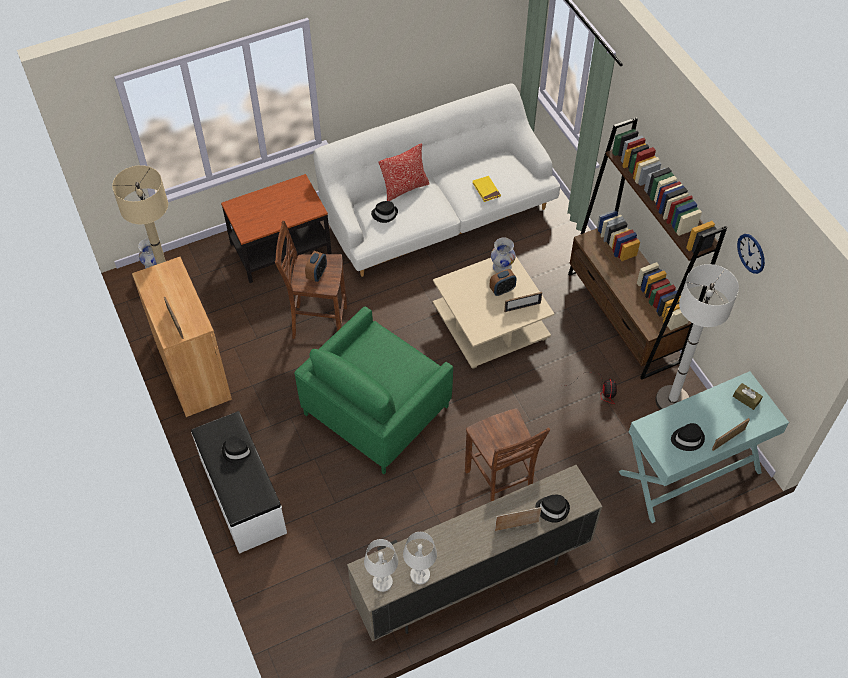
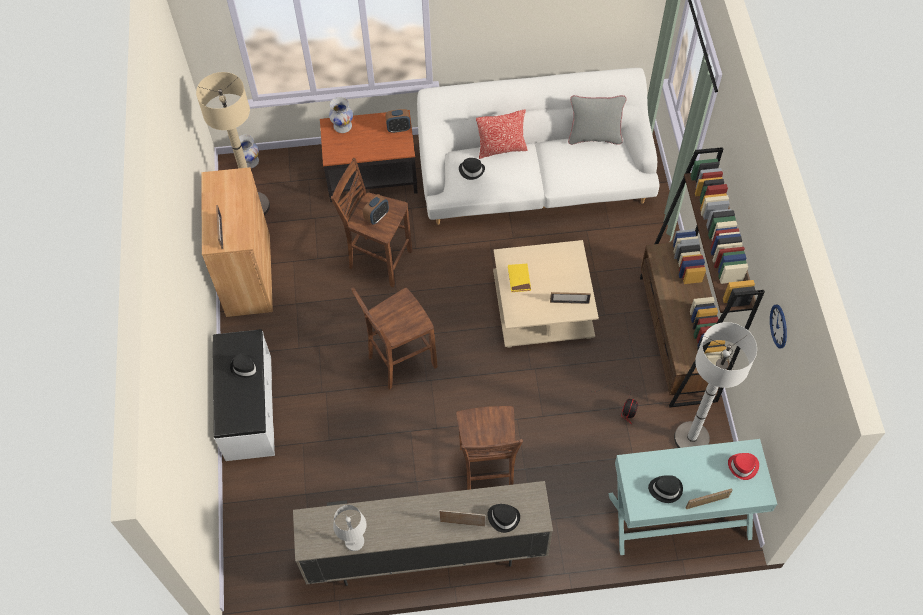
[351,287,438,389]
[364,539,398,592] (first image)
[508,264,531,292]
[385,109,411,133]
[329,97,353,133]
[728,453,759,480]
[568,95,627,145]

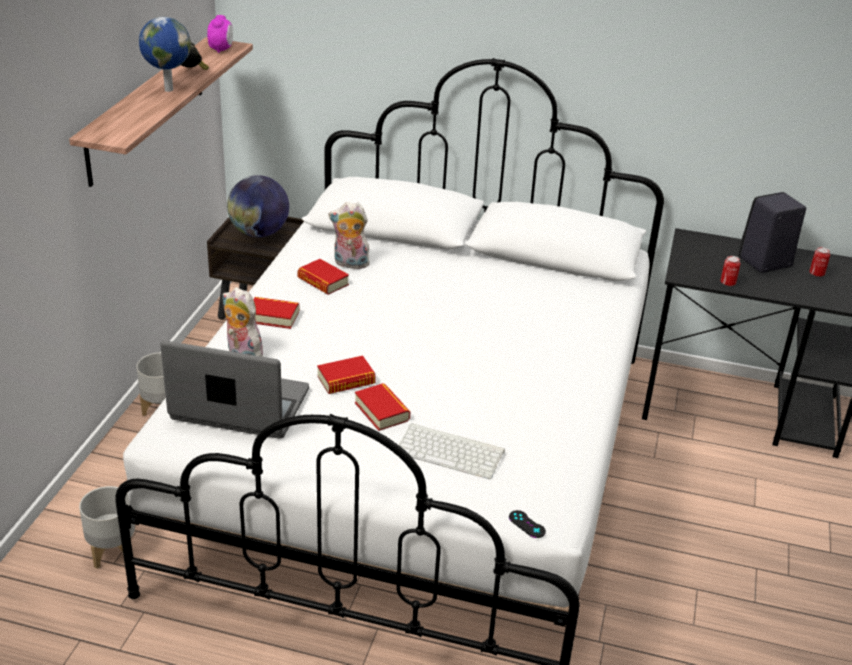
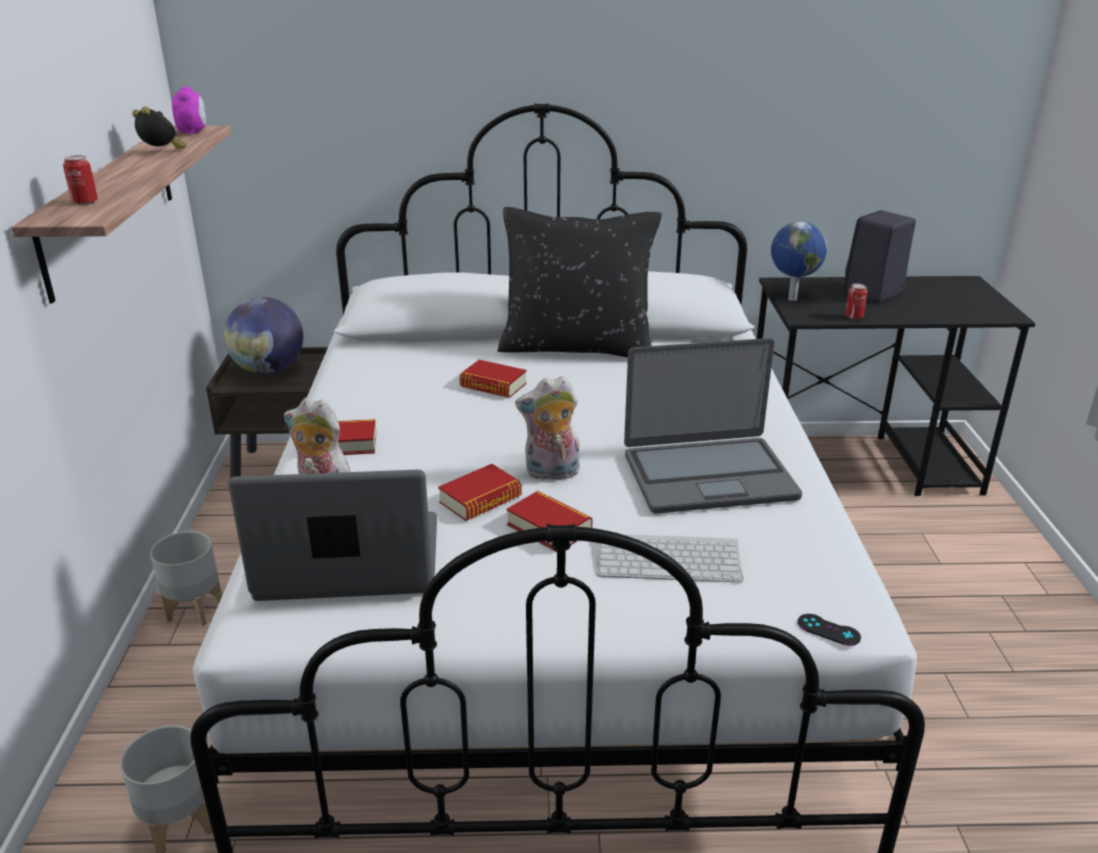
[771,222,827,301]
[460,360,527,398]
[515,376,580,480]
[63,155,98,205]
[498,207,662,357]
[624,338,802,514]

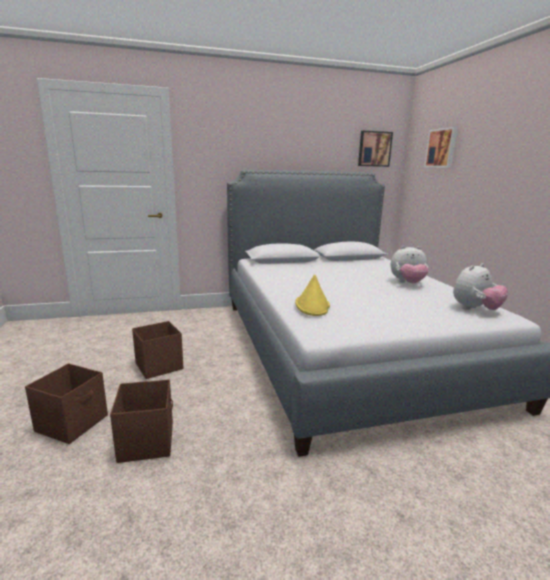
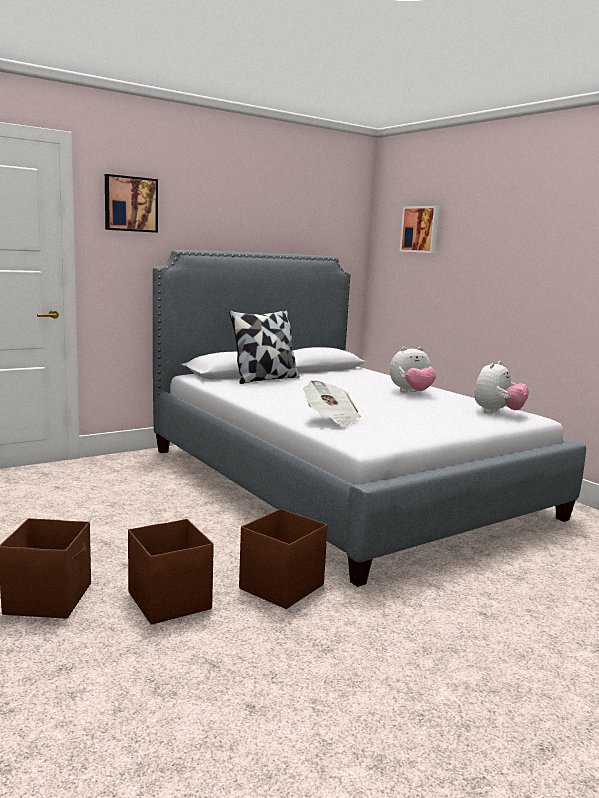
[239,509,328,609]
[303,380,361,426]
[105,174,158,233]
[229,310,300,384]

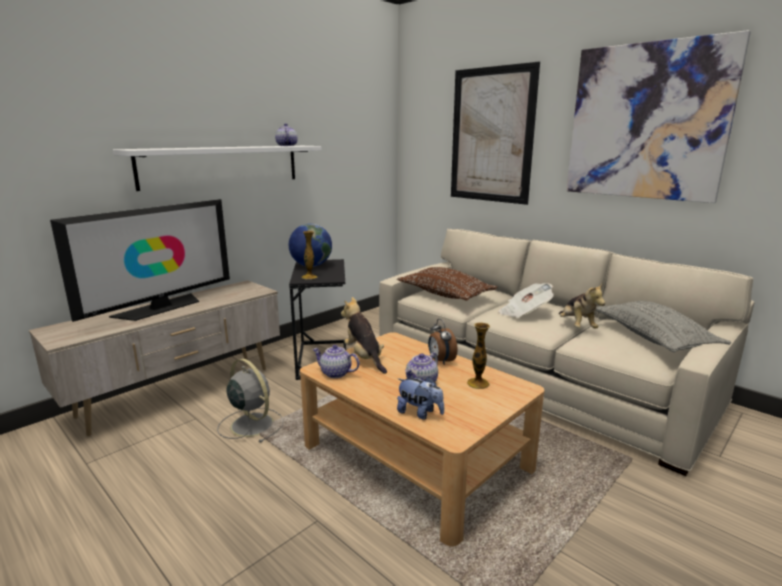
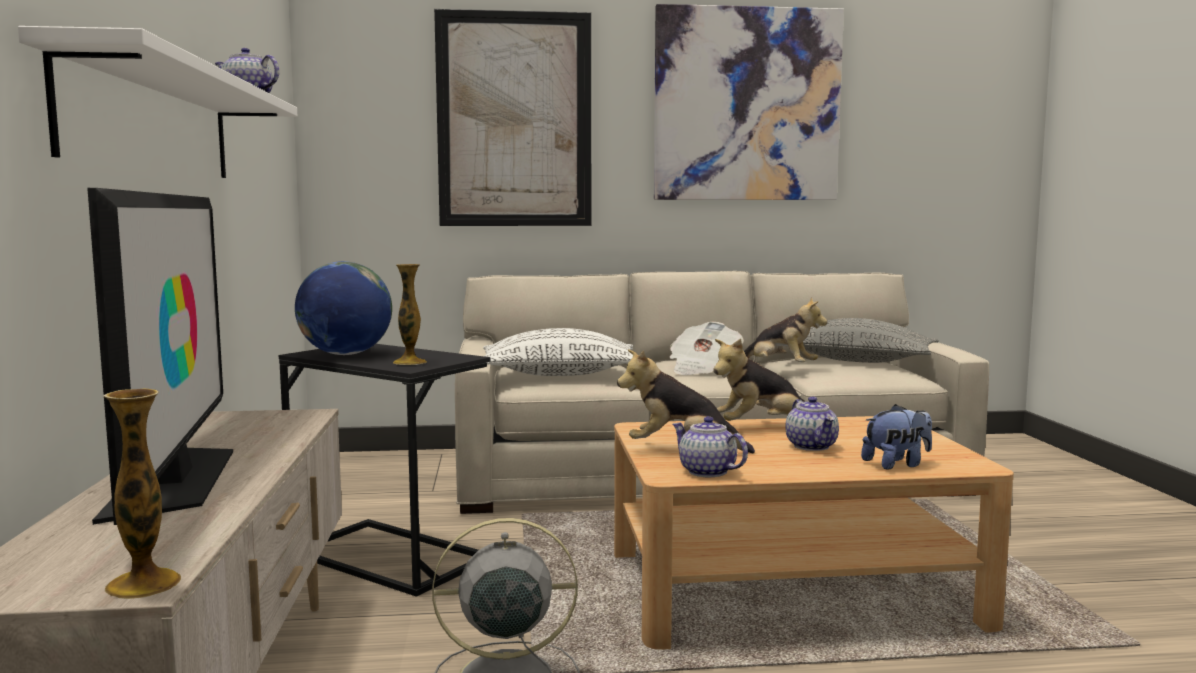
[672,416,748,477]
[483,328,633,376]
[713,339,805,421]
[104,388,182,599]

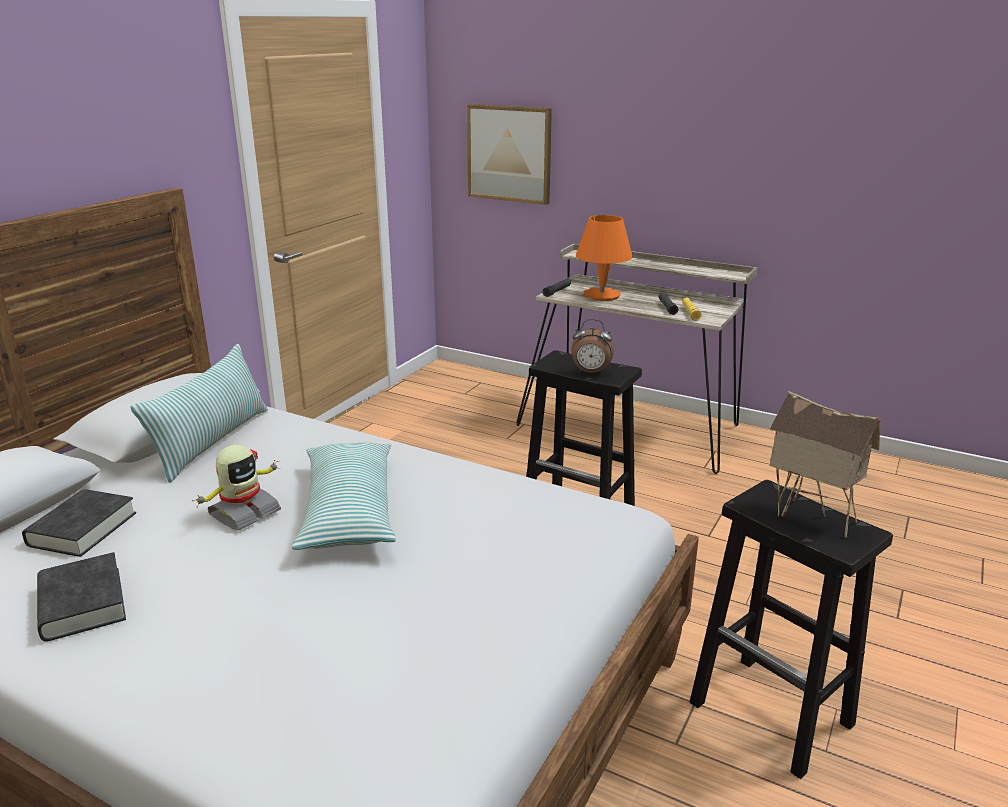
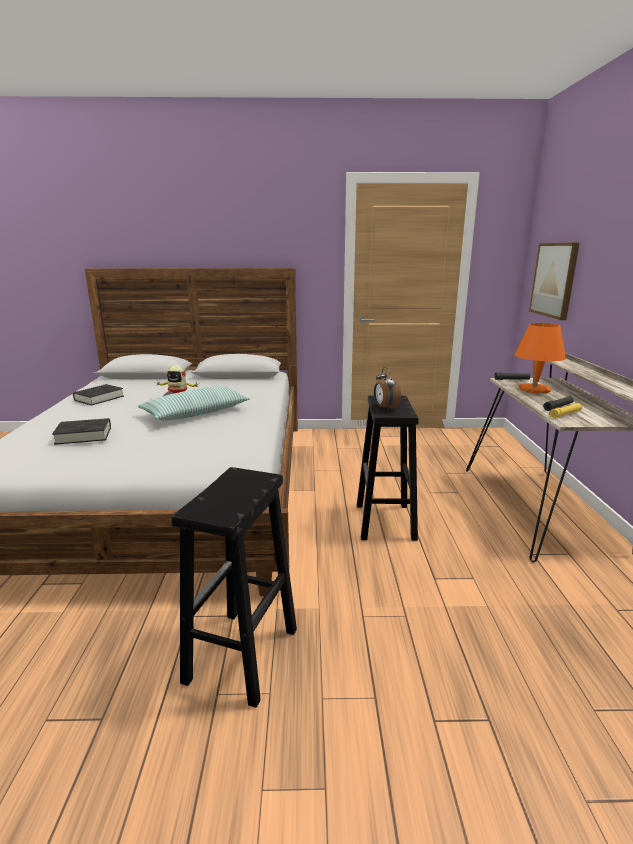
[52,418,111,445]
[130,344,268,483] (first image)
[769,391,881,537] (first image)

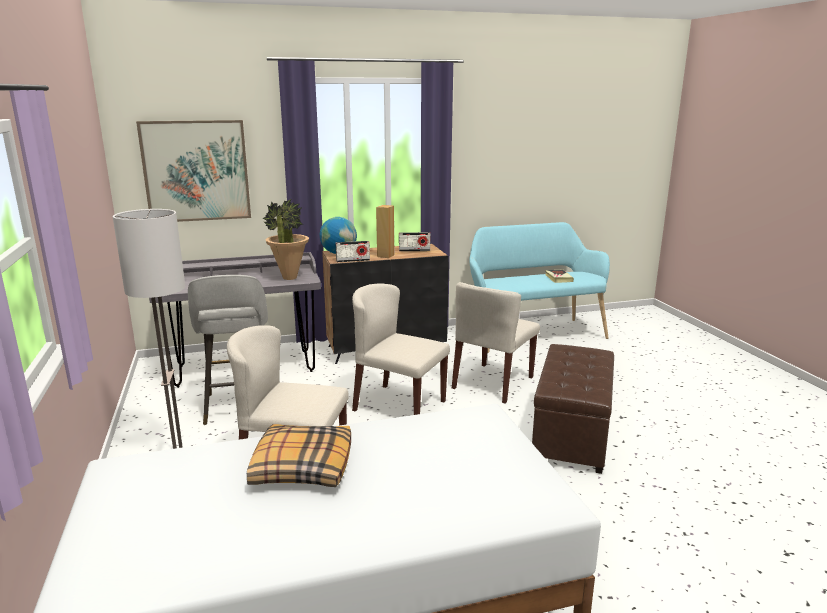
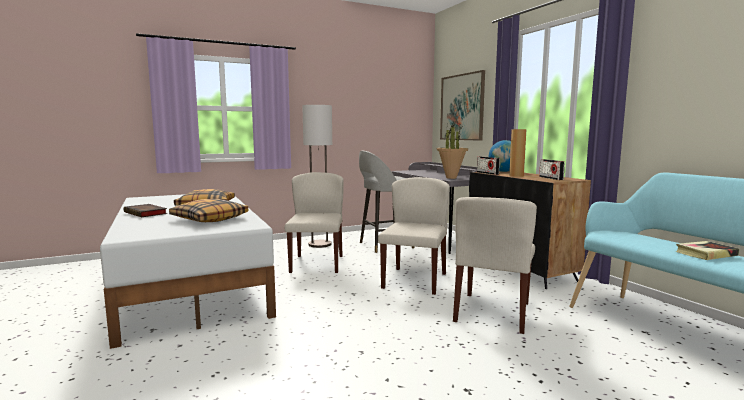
[453,197,537,334]
[532,344,614,474] (first image)
[124,204,167,217]
[169,199,248,222]

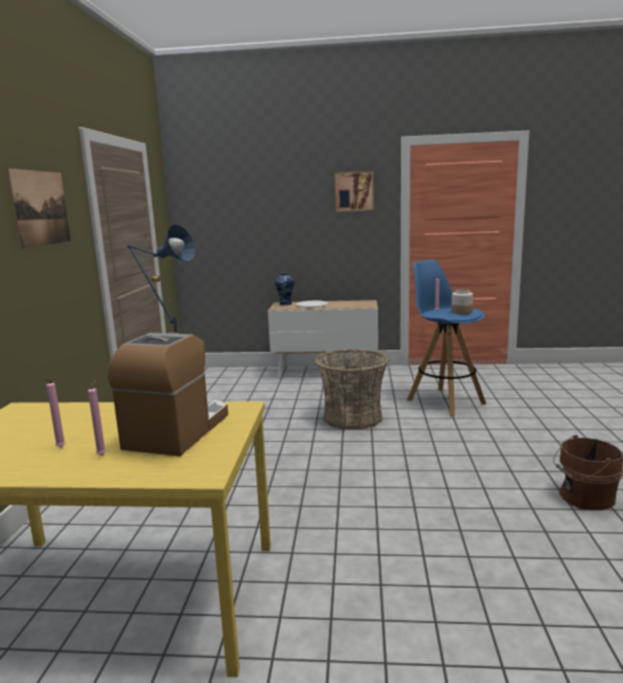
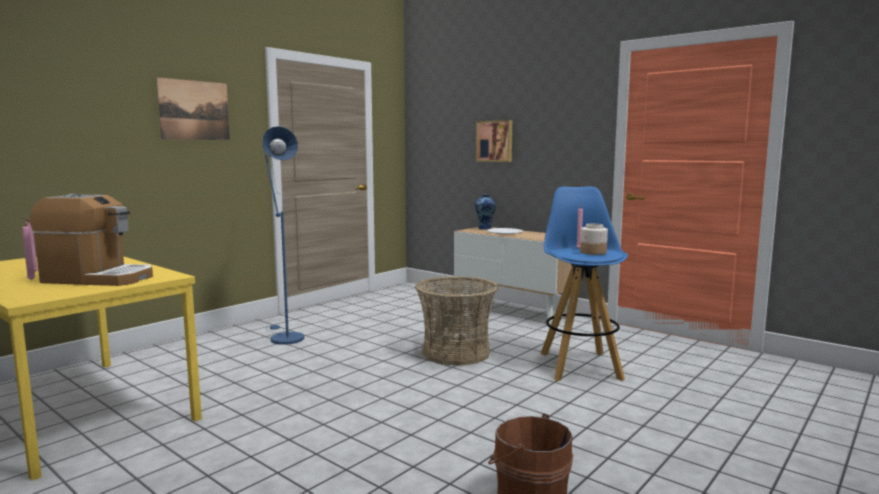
[30,194,153,286]
[476,120,512,162]

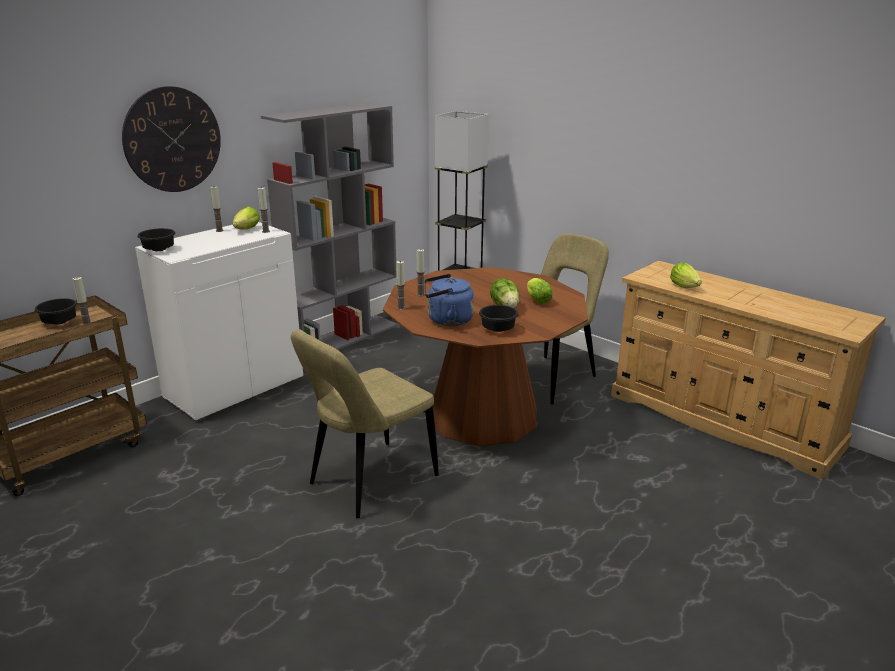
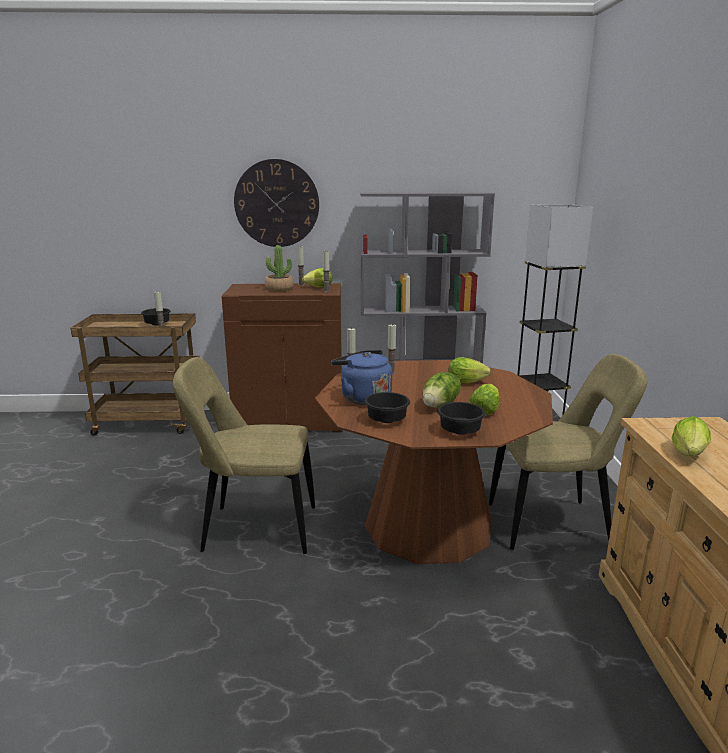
[221,283,342,432]
[437,402,486,435]
[265,245,294,291]
[448,357,491,384]

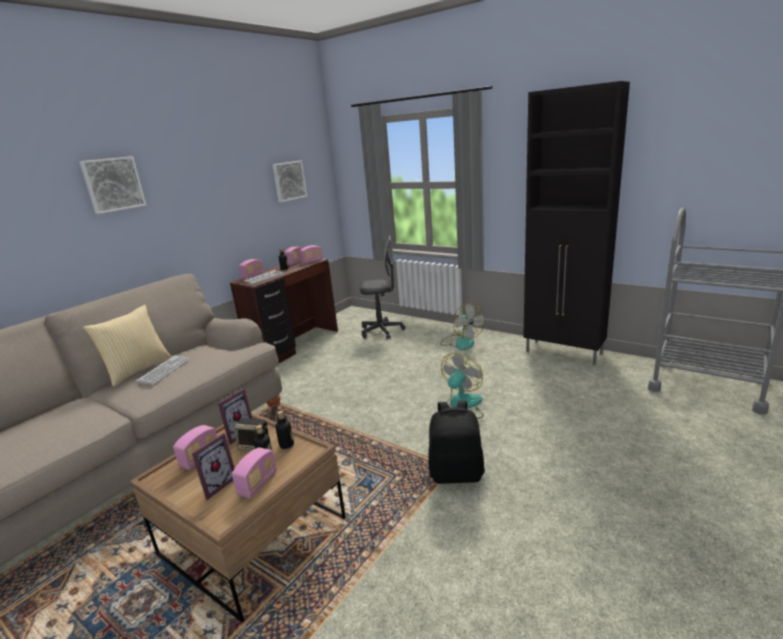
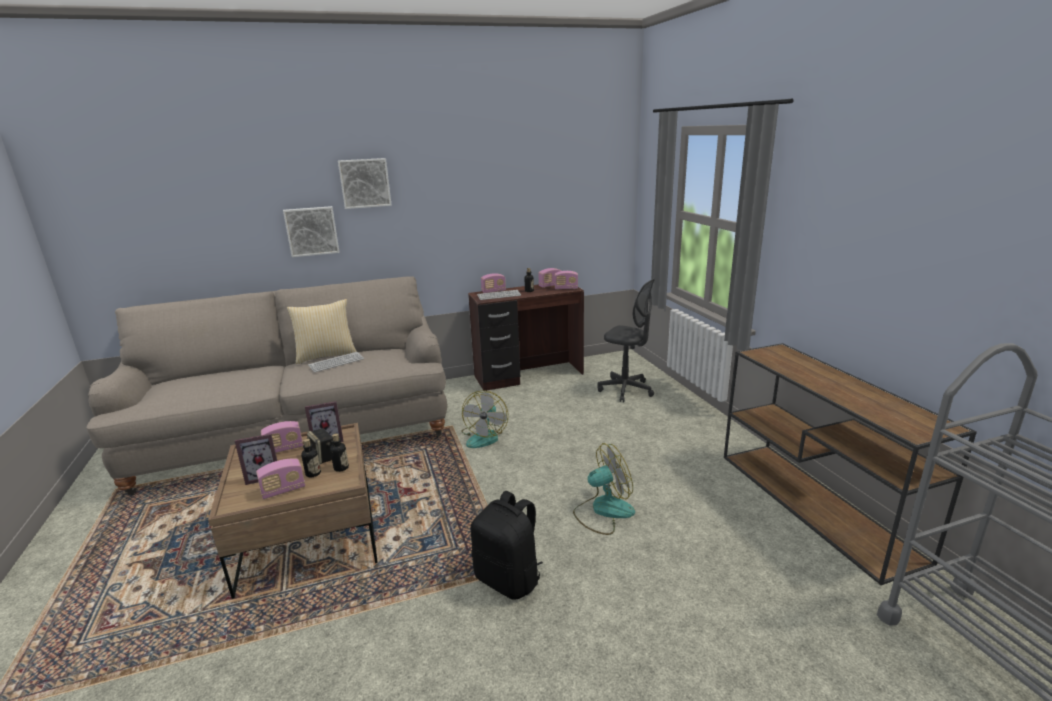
[283,206,340,257]
[462,390,508,448]
[724,343,977,585]

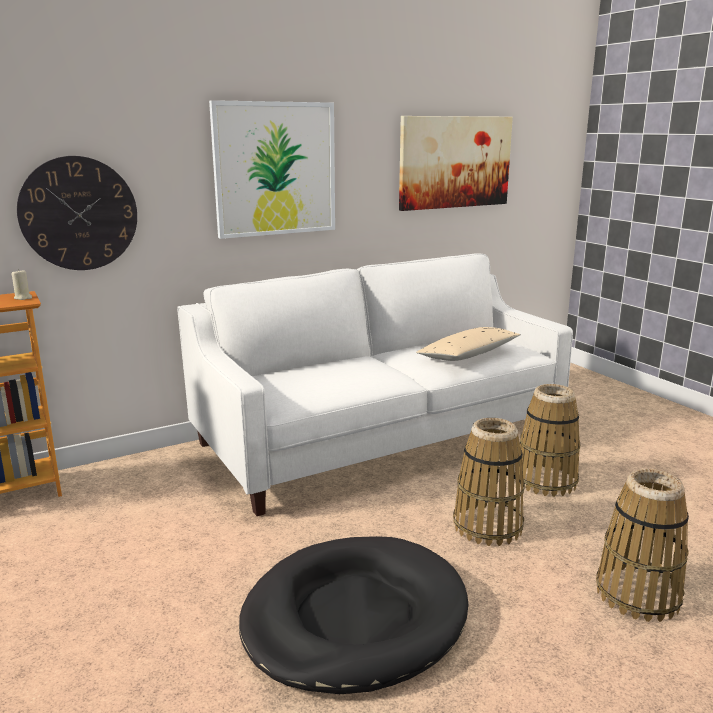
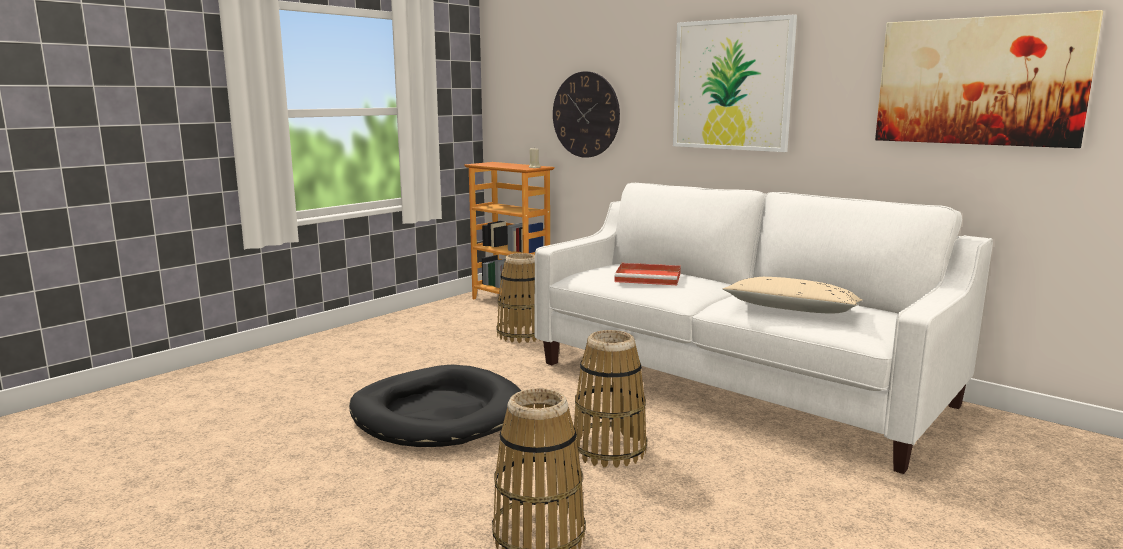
[497,253,540,343]
[614,263,681,285]

